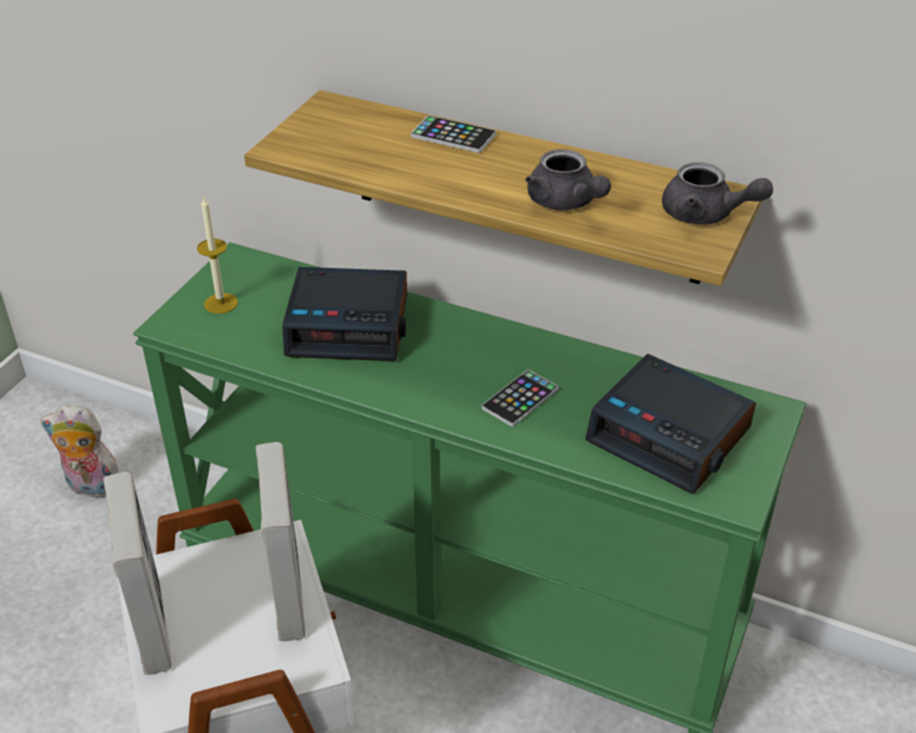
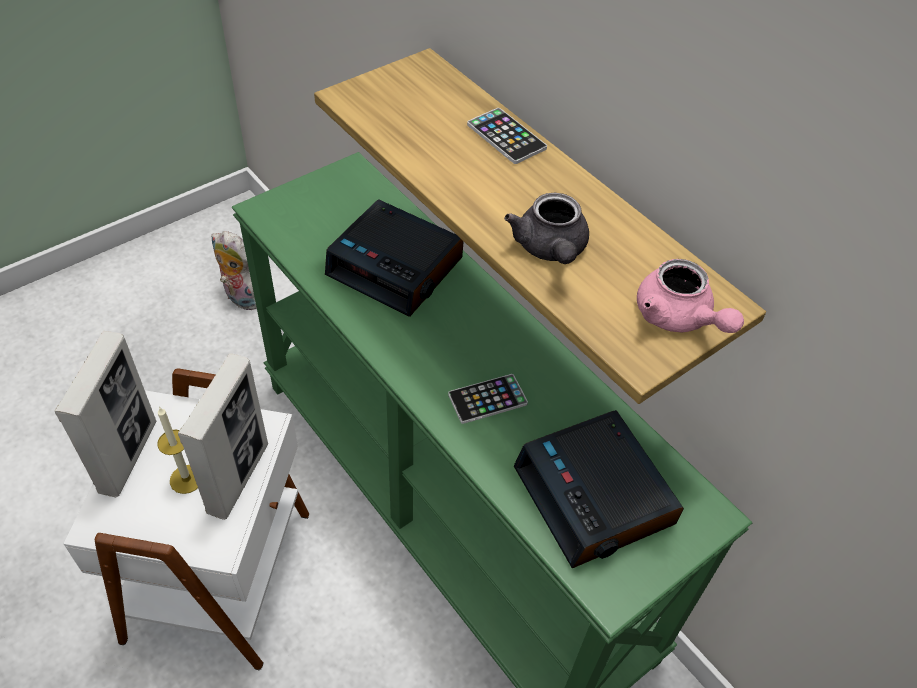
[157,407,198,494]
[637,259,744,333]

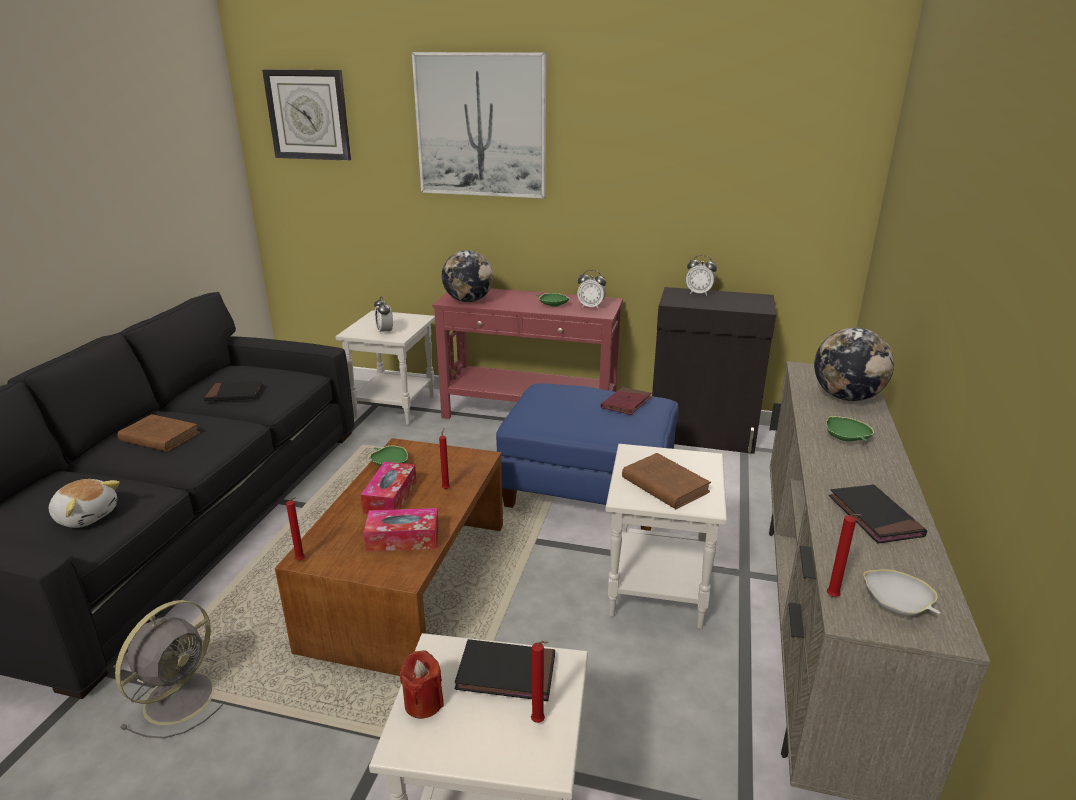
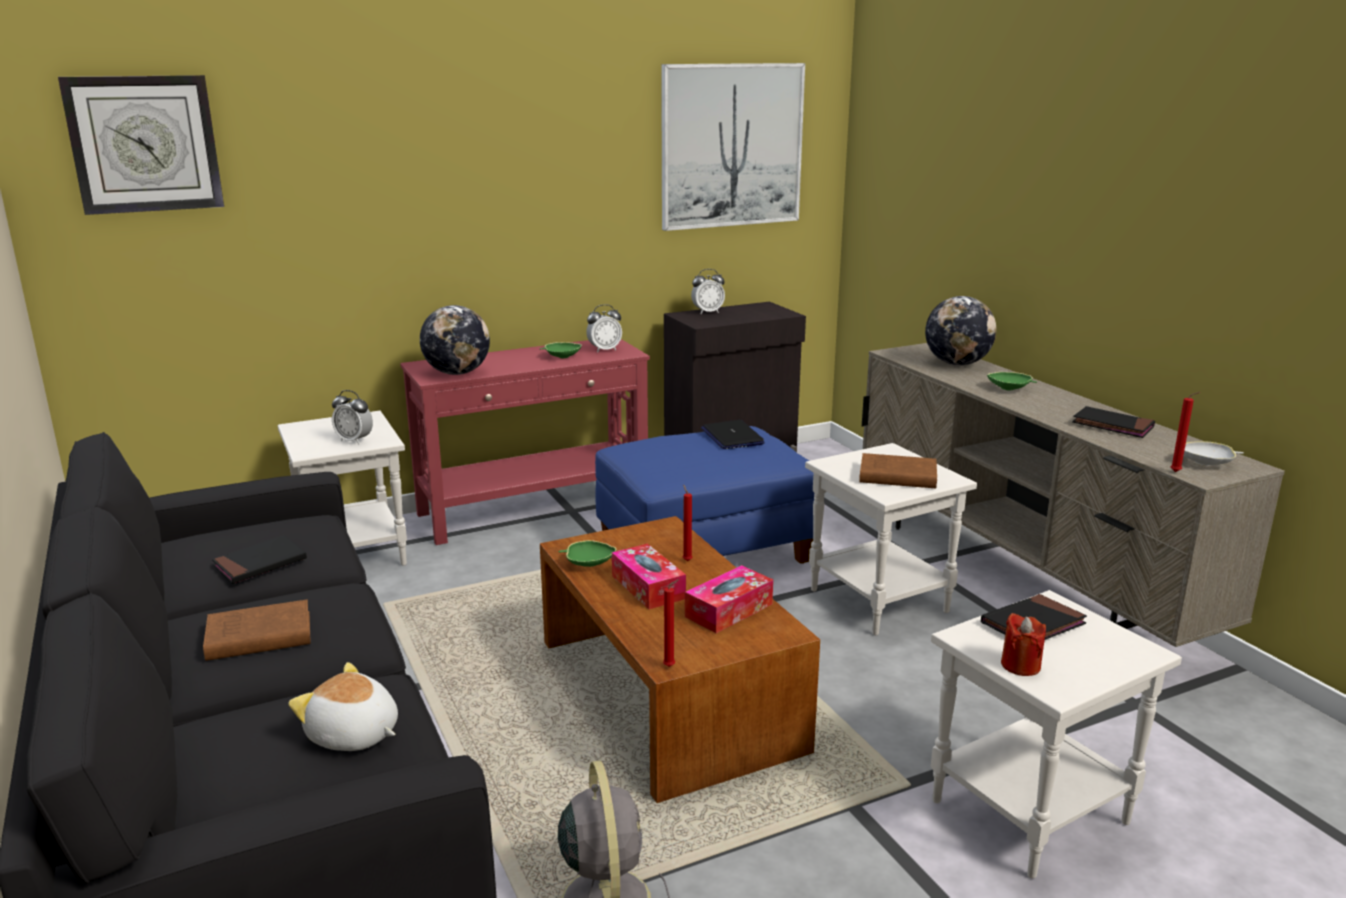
[288,662,398,751]
[661,63,805,231]
[531,641,549,723] (first image)
[701,420,765,449]

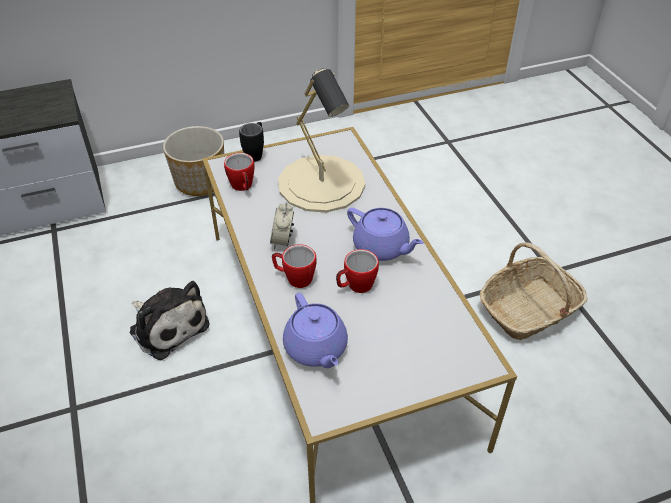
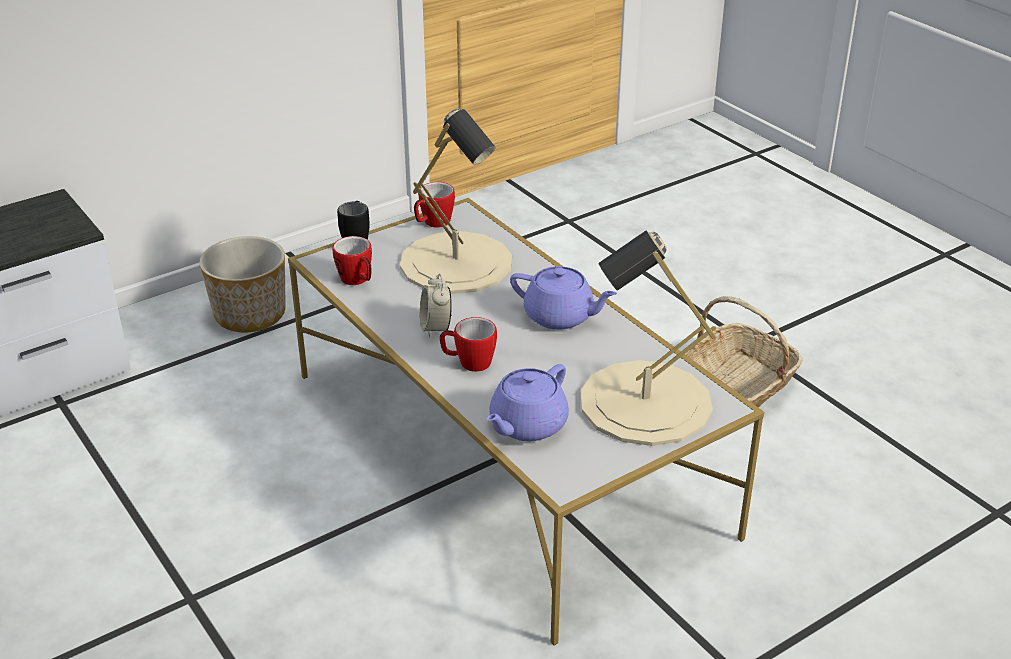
[130,281,210,360] (first image)
[486,364,569,441]
[414,182,455,228]
[580,230,716,446]

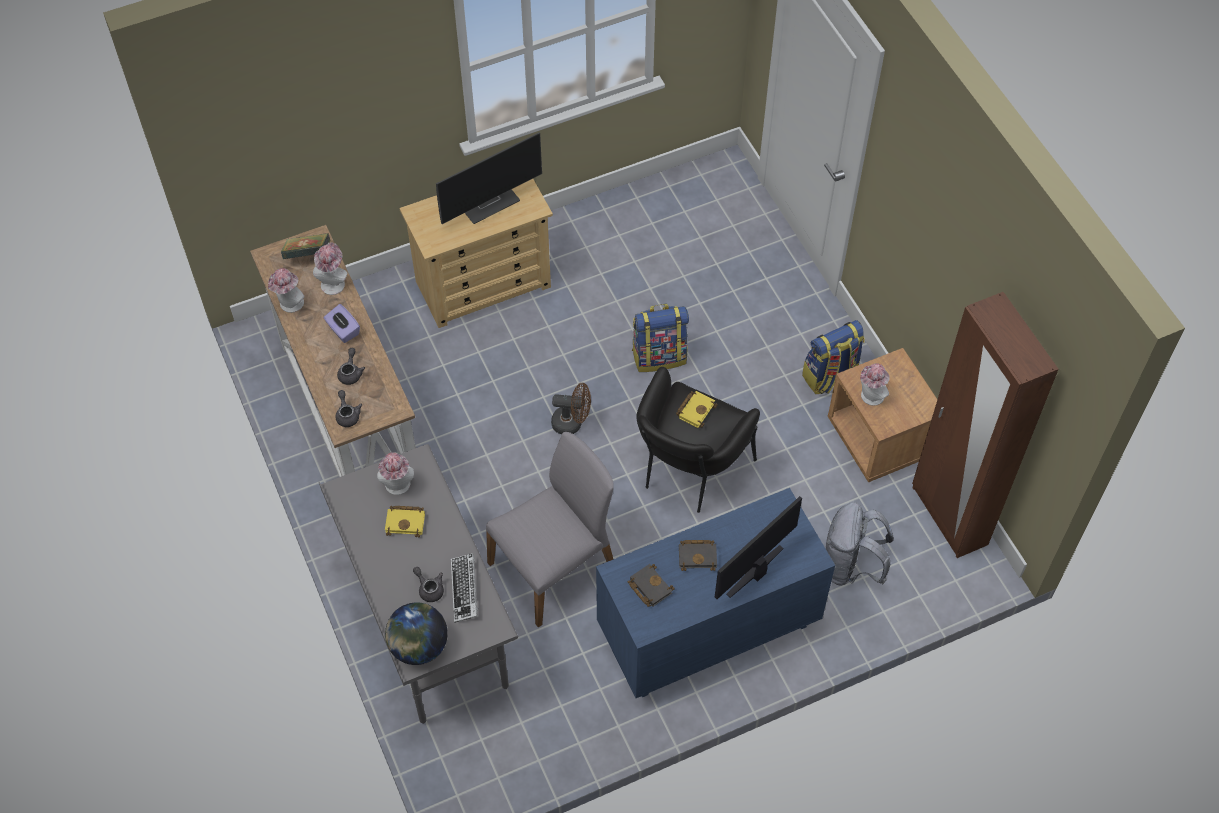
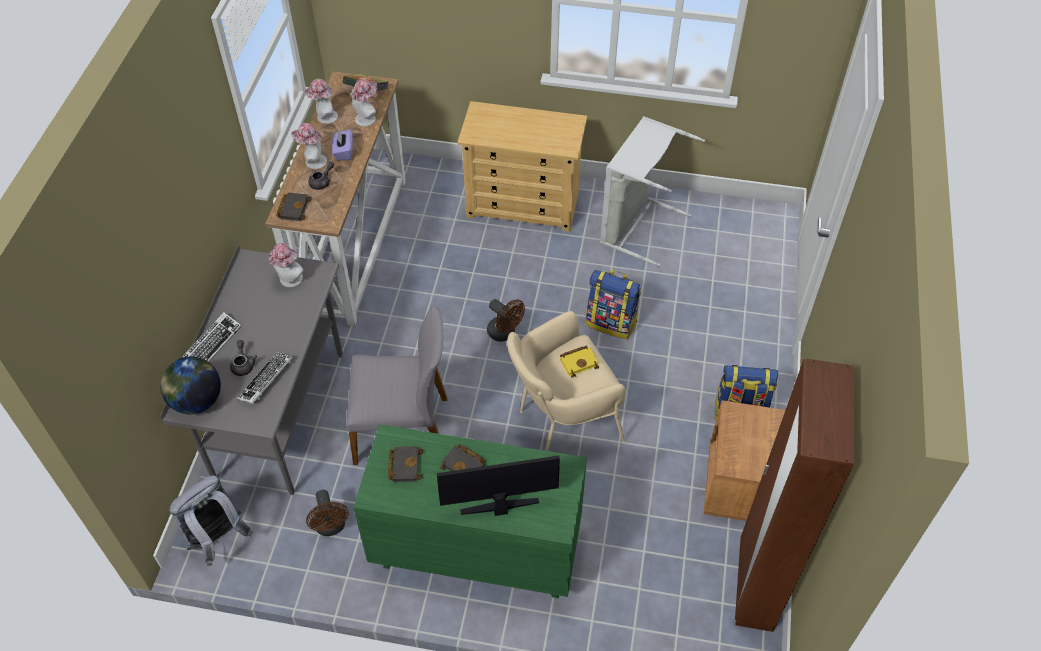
[276,193,312,221]
[385,506,425,537] (first image)
[436,132,542,224] (first image)
[353,424,587,598]
[507,311,626,451]
[169,475,253,566]
[291,123,327,169]
[182,312,242,362]
[306,490,349,536]
[600,116,705,266]

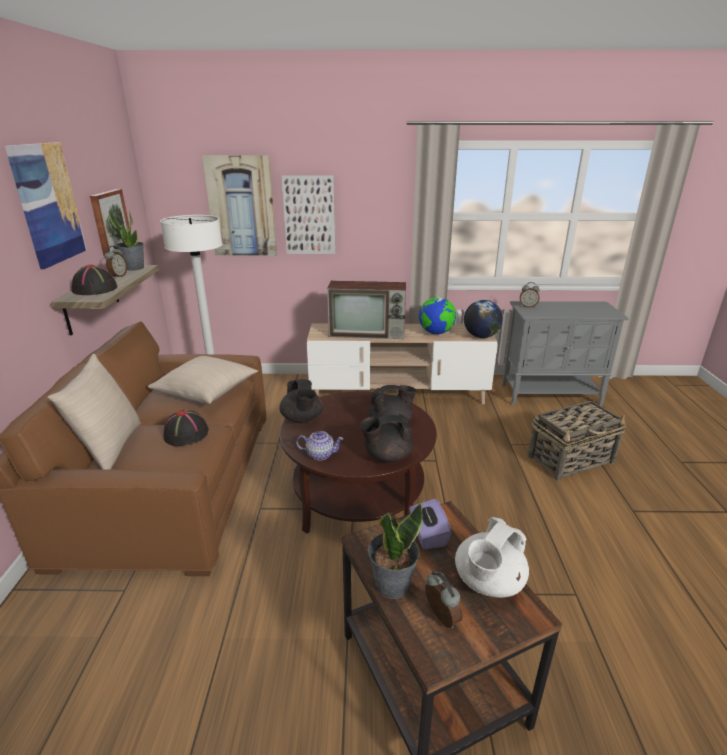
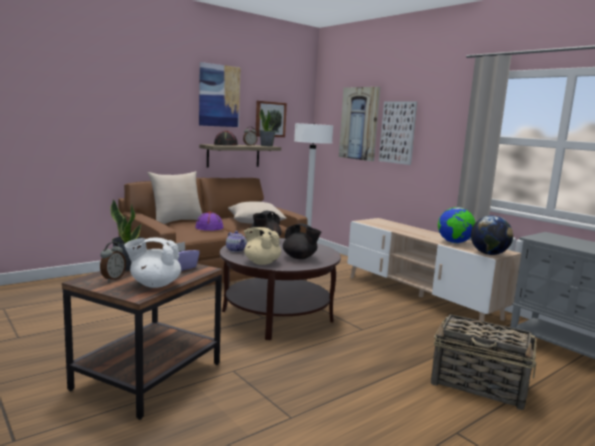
[195,212,223,231]
[327,281,406,339] (first image)
[244,227,281,265]
[520,282,540,308] (first image)

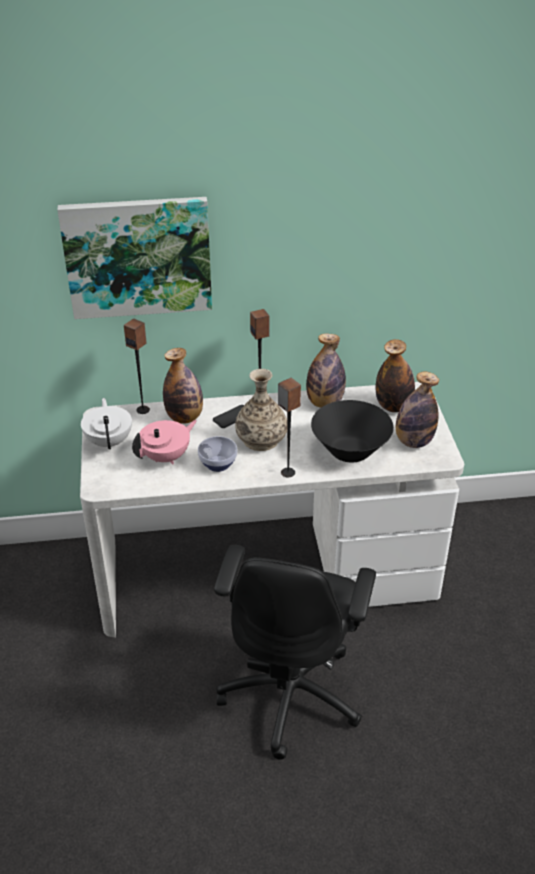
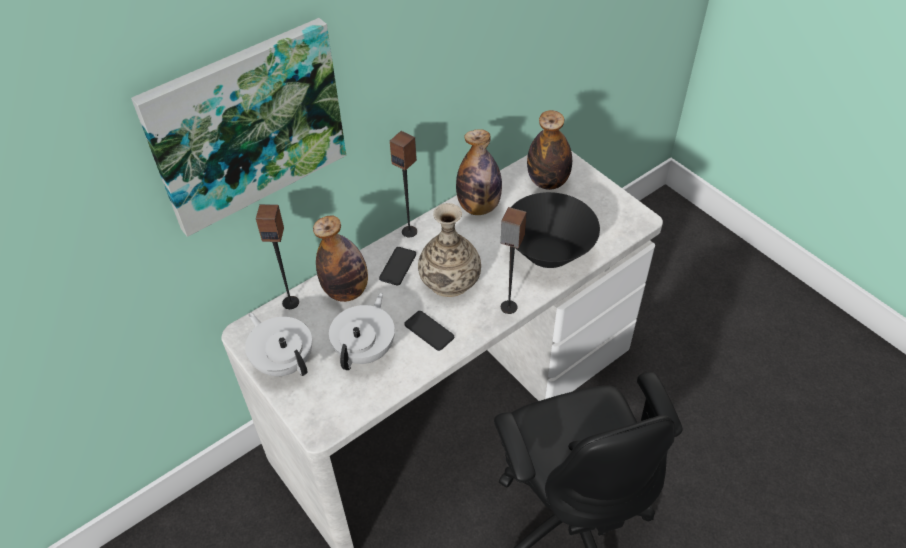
[329,293,395,370]
[404,311,454,351]
[396,372,439,448] (first image)

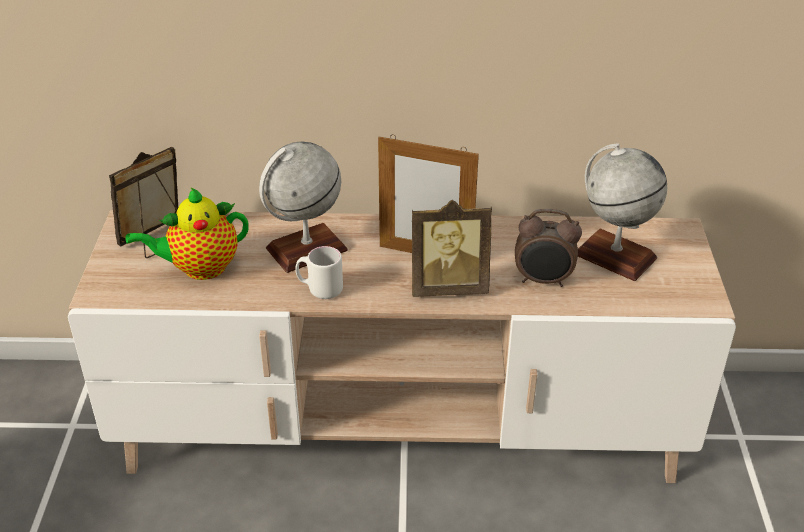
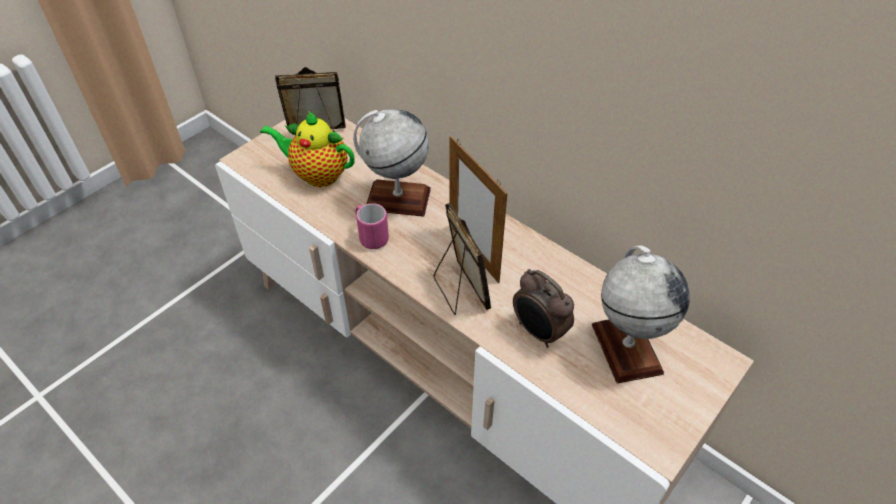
[356,203,389,249]
[433,203,491,315]

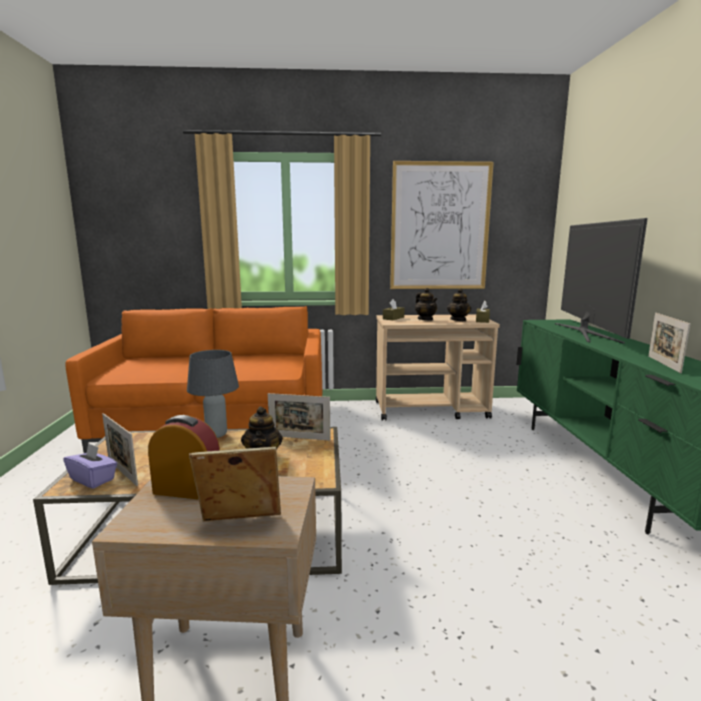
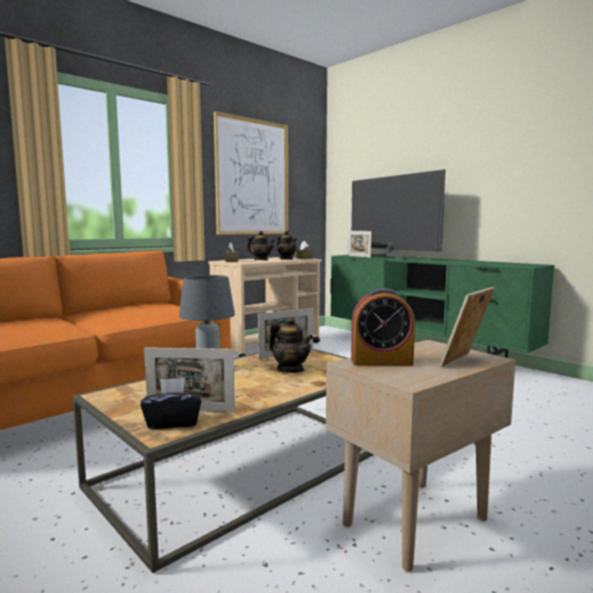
[140,378,202,429]
[351,288,415,365]
[349,231,372,258]

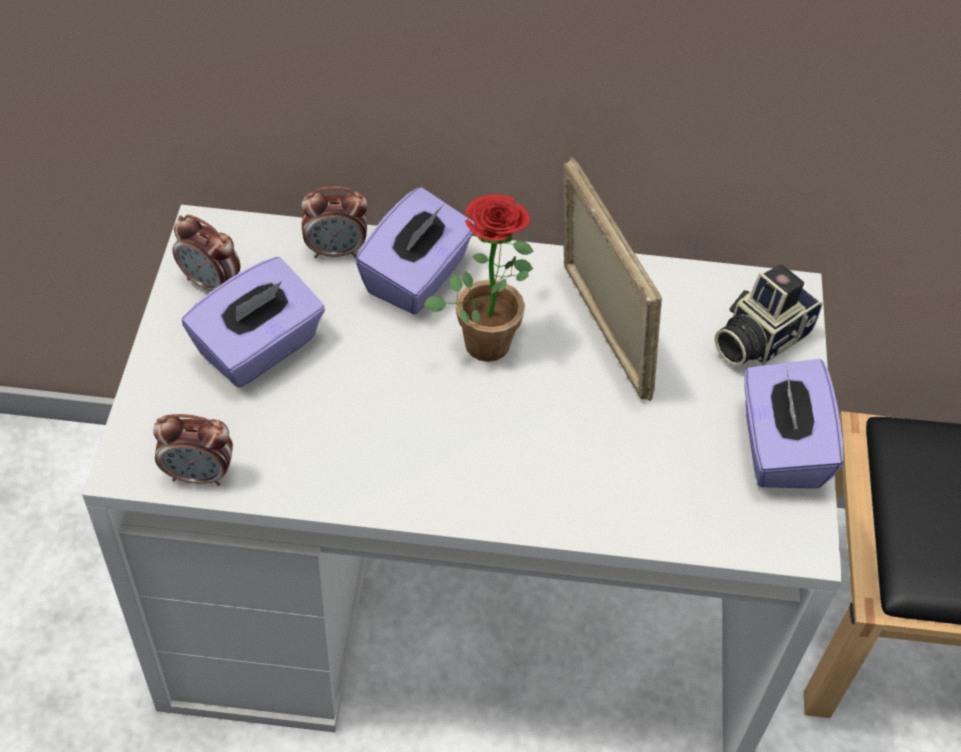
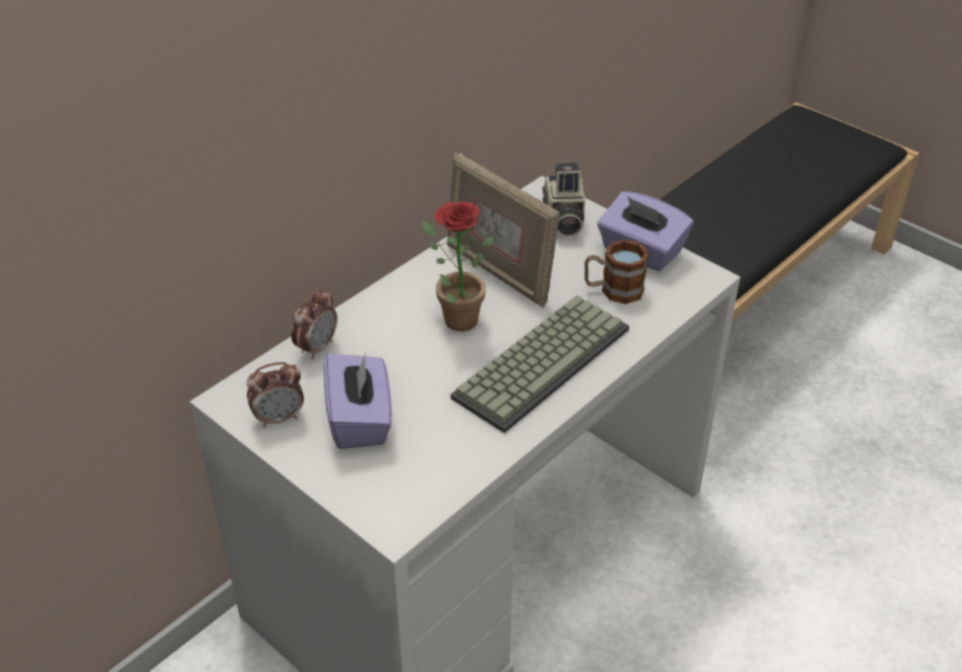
[153,414,233,486] (first image)
[355,187,476,315] (first image)
[447,153,560,307]
[451,295,629,433]
[585,239,649,304]

